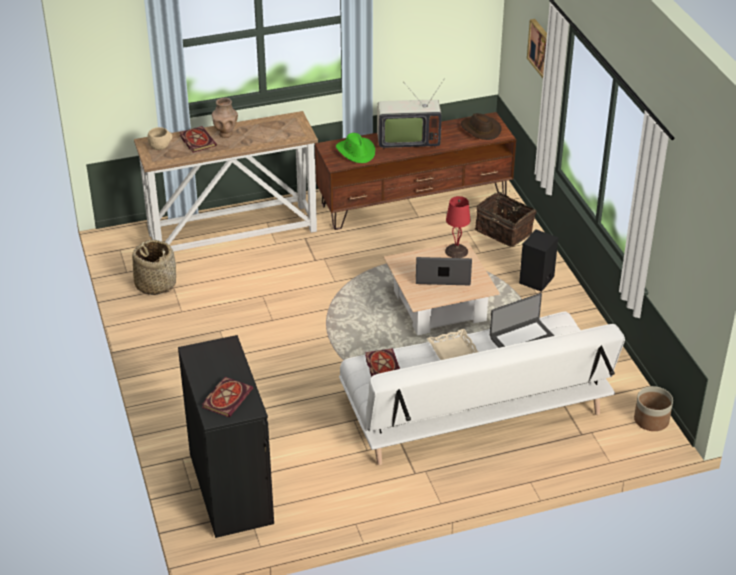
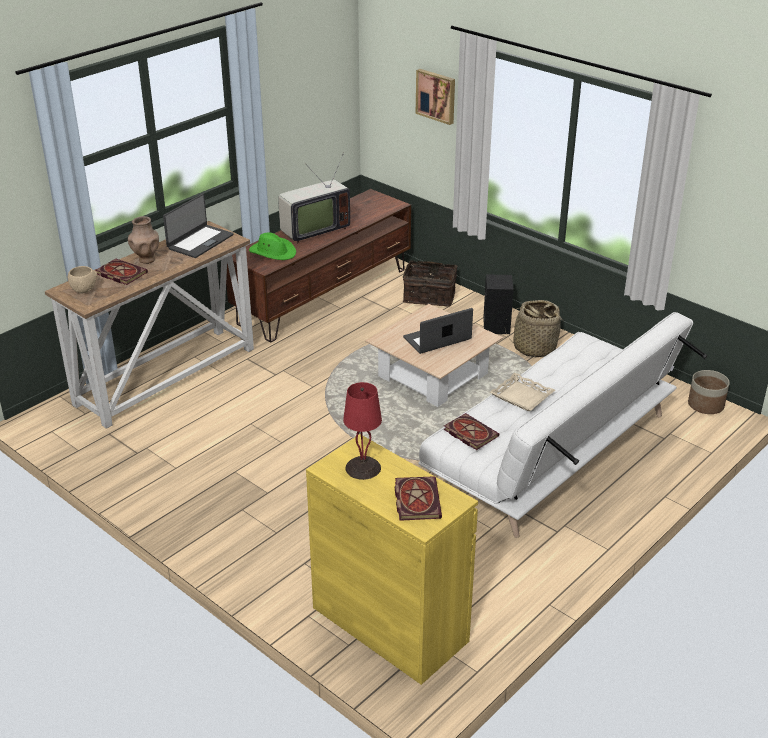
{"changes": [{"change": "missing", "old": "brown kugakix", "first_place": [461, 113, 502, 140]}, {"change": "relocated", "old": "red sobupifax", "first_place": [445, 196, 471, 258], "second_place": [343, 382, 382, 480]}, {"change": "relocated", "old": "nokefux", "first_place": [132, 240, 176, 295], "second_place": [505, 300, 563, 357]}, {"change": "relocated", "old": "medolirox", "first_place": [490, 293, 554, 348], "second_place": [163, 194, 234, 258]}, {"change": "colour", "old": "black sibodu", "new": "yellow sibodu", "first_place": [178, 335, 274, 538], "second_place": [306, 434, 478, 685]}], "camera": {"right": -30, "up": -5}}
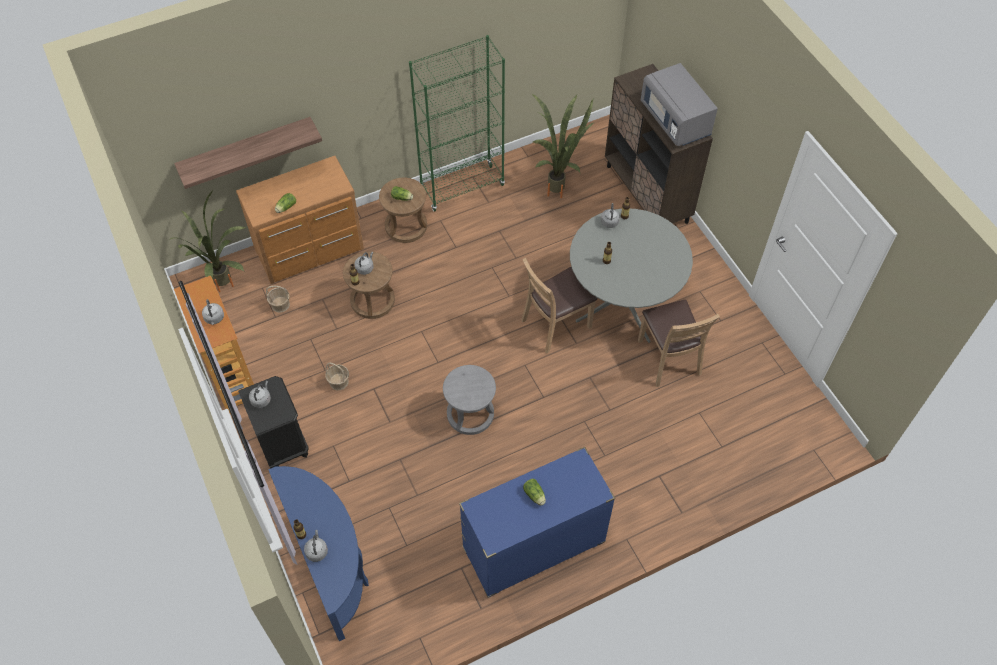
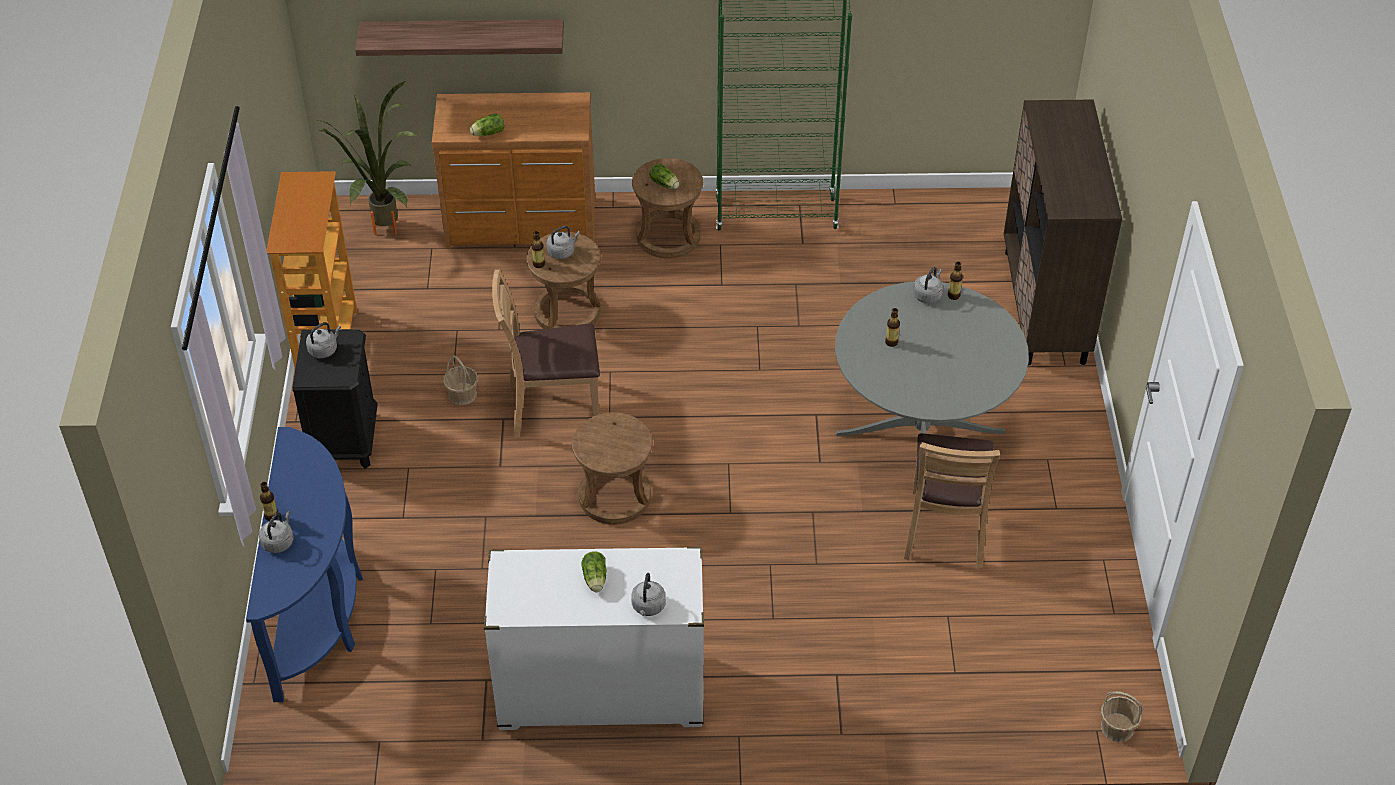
{"changes": [{"change": "missing", "old": "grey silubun", "first_place": [641, 63, 718, 146]}, {"change": "missing", "old": "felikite", "first_place": [532, 94, 595, 198]}, {"change": "relocated", "old": "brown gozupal", "first_place": [521, 258, 597, 354], "second_place": [492, 269, 600, 439]}, {"change": "relocated", "old": "nokefux", "first_place": [266, 286, 290, 313], "second_place": [1100, 691, 1143, 742]}, {"change": "relocated", "old": "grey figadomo", "first_place": [202, 299, 224, 325], "second_place": [631, 573, 666, 616]}, {"change": "colour", "old": "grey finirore", "new": "brown finirore", "first_place": [443, 365, 496, 435], "second_place": [572, 412, 653, 525]}, {"change": "colour", "old": "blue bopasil", "new": "white bopasil", "first_place": [459, 447, 615, 598], "second_place": [484, 547, 704, 730]}], "camera": {"right": 25, "up": -10}}
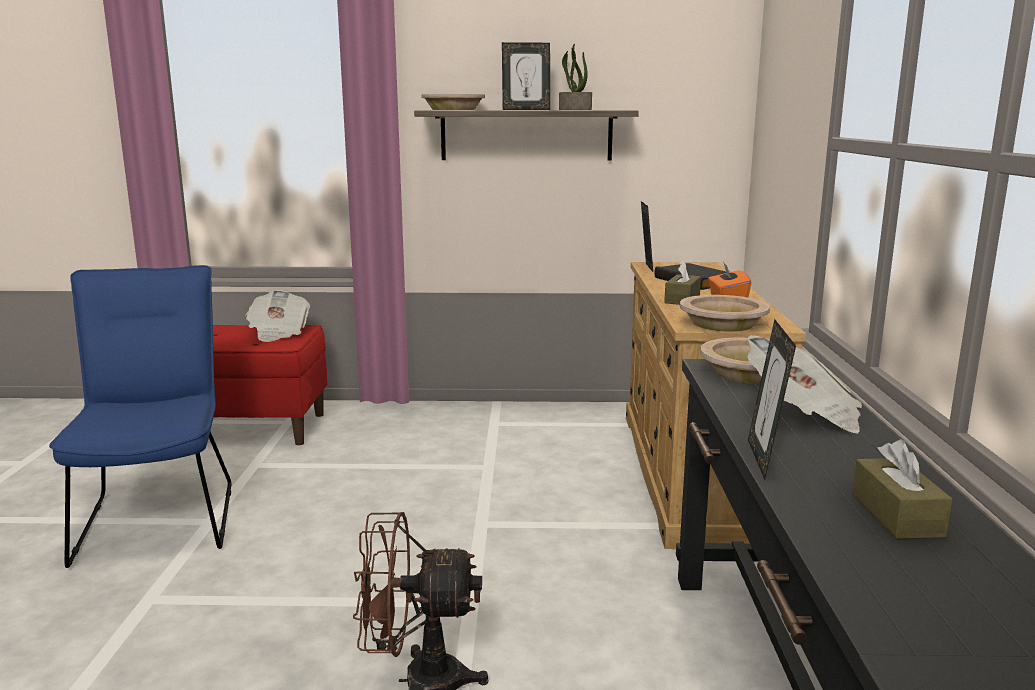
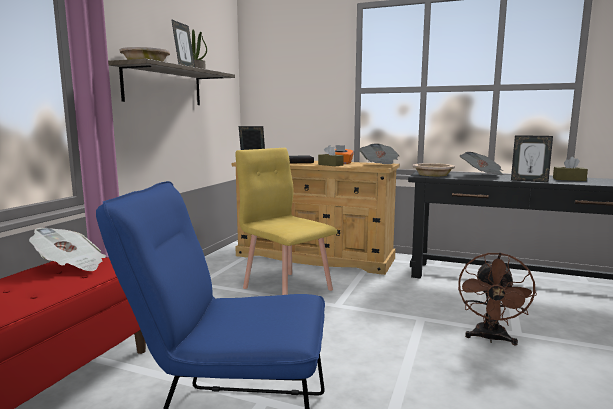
{"changes": [{"change": "exchanged", "old": "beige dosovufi", "new": "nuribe", "first_place": [680, 295, 770, 331], "second_place": [359, 143, 399, 164]}, {"change": "appeared", "new": "yellow gozupal", "second_place": [235, 148, 338, 295]}], "camera": {"right": -70, "up": -5}}
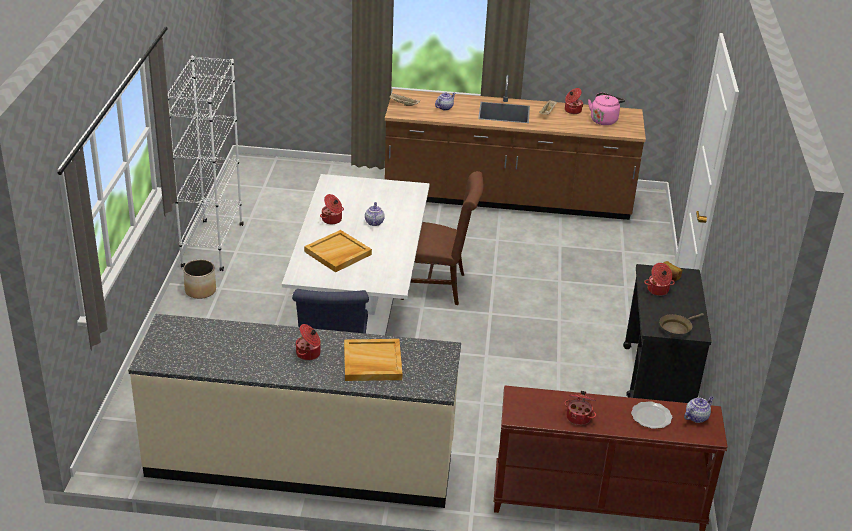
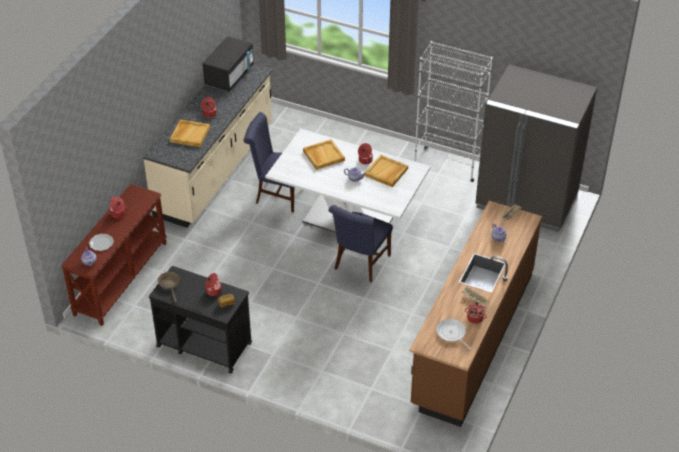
{"changes": [{"change": "exchanged", "old": "pink figadomo", "new": "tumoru", "first_place": [588, 92, 625, 125], "second_place": [436, 319, 472, 351]}, {"change": "colour", "old": "brown gozupal", "new": "blue gozupal", "first_place": [401, 171, 484, 305], "second_place": [328, 205, 393, 282]}, {"change": "missing", "old": "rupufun", "first_place": [183, 260, 216, 299]}, {"change": "appeared", "new": "black silubun", "second_place": [203, 36, 254, 92]}, {"change": "appeared", "new": "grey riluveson", "second_place": [475, 64, 597, 232]}, {"change": "appeared", "new": "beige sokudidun", "second_place": [365, 155, 408, 187]}], "camera": {"right": 110, "up": 10}}
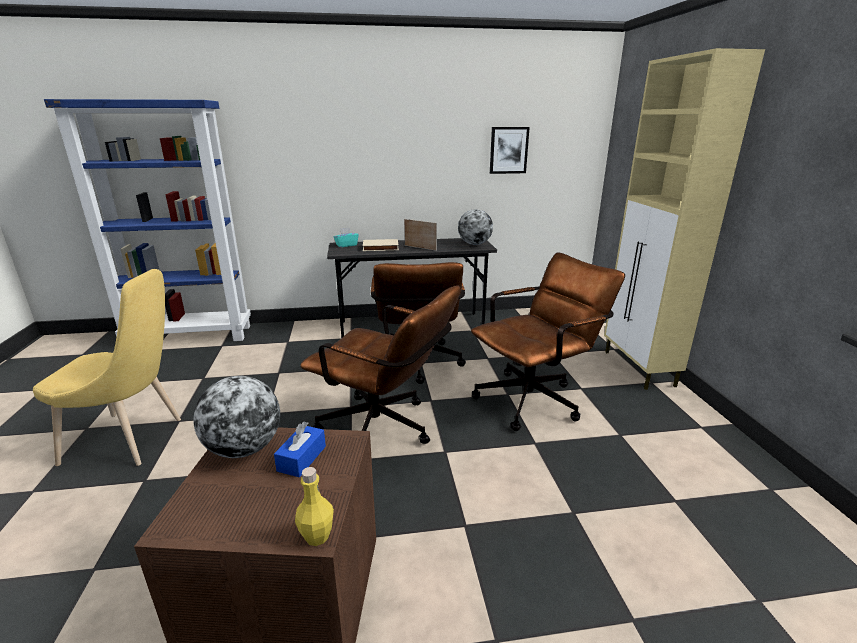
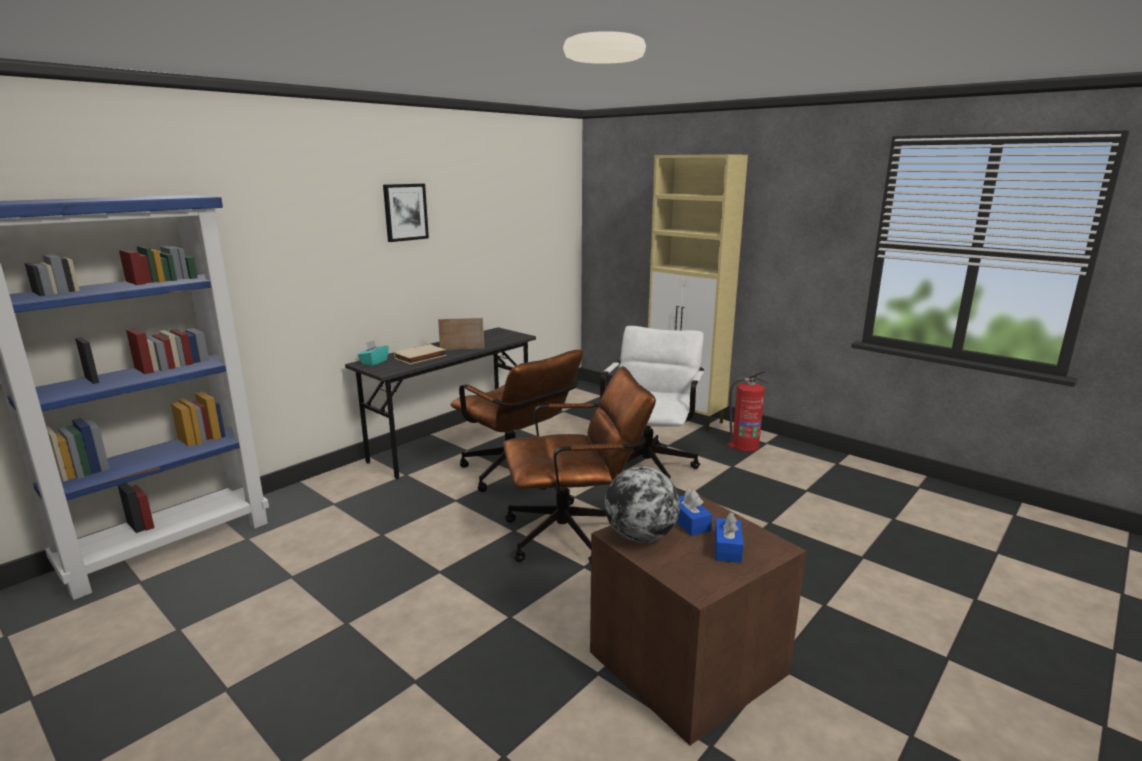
{"changes": [{"change": "relocated", "old": "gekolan", "first_place": [490, 127, 530, 174], "second_place": [383, 184, 429, 242]}, {"change": "missing", "old": "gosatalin", "first_place": [458, 209, 493, 245]}, {"change": "colour", "old": "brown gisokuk", "new": "white gisokuk", "first_place": [471, 252, 625, 431], "second_place": [600, 326, 704, 479]}, {"change": "missing", "old": "yellow gozupal", "first_place": [33, 269, 181, 466]}, {"change": "missing", "old": "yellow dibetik", "first_place": [295, 467, 334, 546]}, {"change": "appeared", "new": "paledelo", "second_place": [727, 371, 767, 452]}, {"change": "appeared", "new": "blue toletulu", "second_place": [715, 512, 743, 563]}], "camera": {"right": -40, "up": -5}}
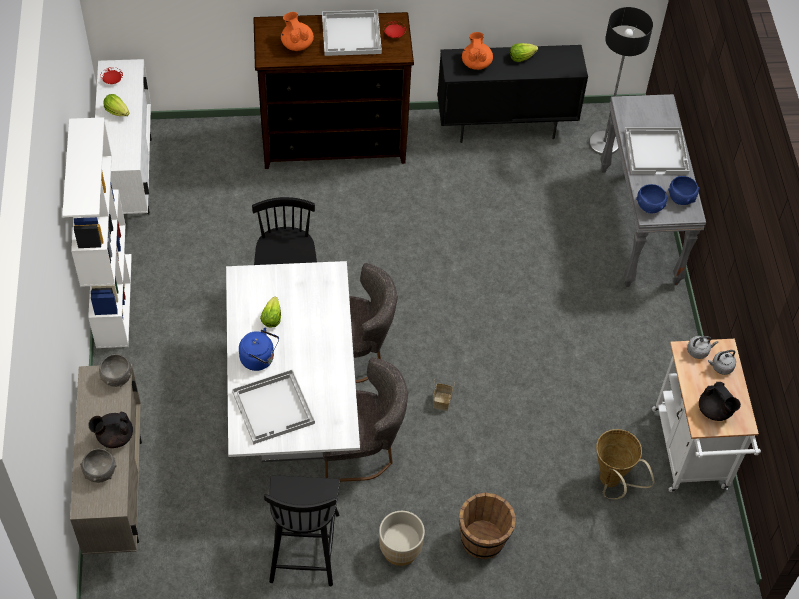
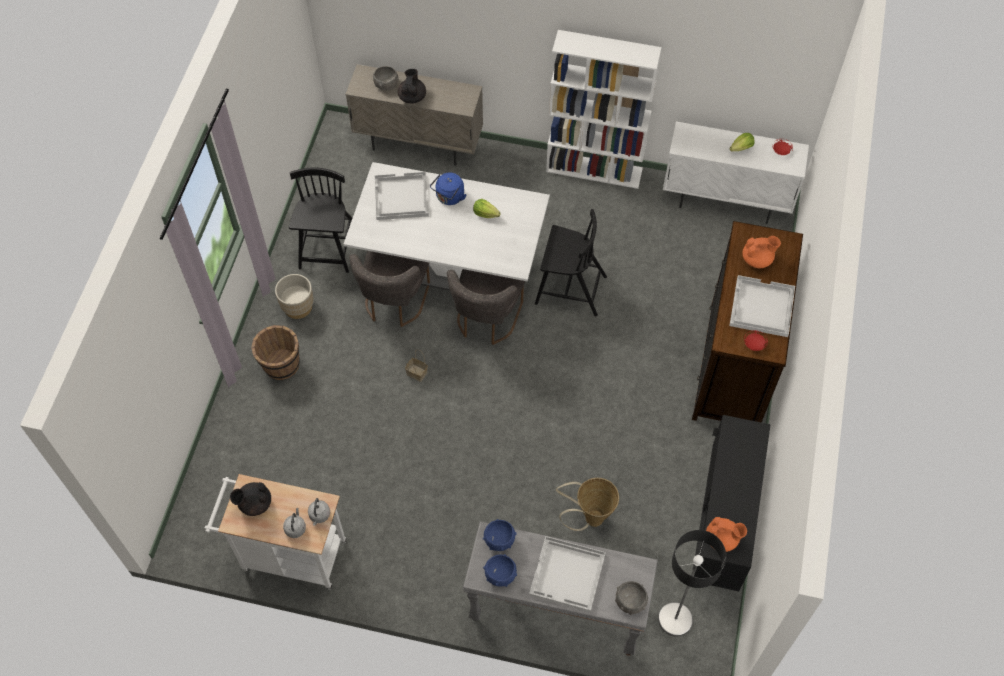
{"changes": [{"change": "relocated", "old": "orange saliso", "first_place": [462, 32, 493, 70], "second_place": [706, 517, 747, 552]}, {"change": "missing", "old": "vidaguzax", "first_place": [510, 43, 538, 62]}, {"change": "relocated", "old": "grey dosovufi", "first_place": [99, 354, 133, 387], "second_place": [615, 581, 648, 615]}, {"change": "relocated", "old": "nokefux", "first_place": [596, 429, 654, 499], "second_place": [556, 478, 619, 531]}, {"change": "spun", "old": "black gozupal", "first_place": [264, 475, 340, 587], "second_place": [289, 168, 352, 273], "degrees": 75}], "camera": {"right": 110, "up": 5}}
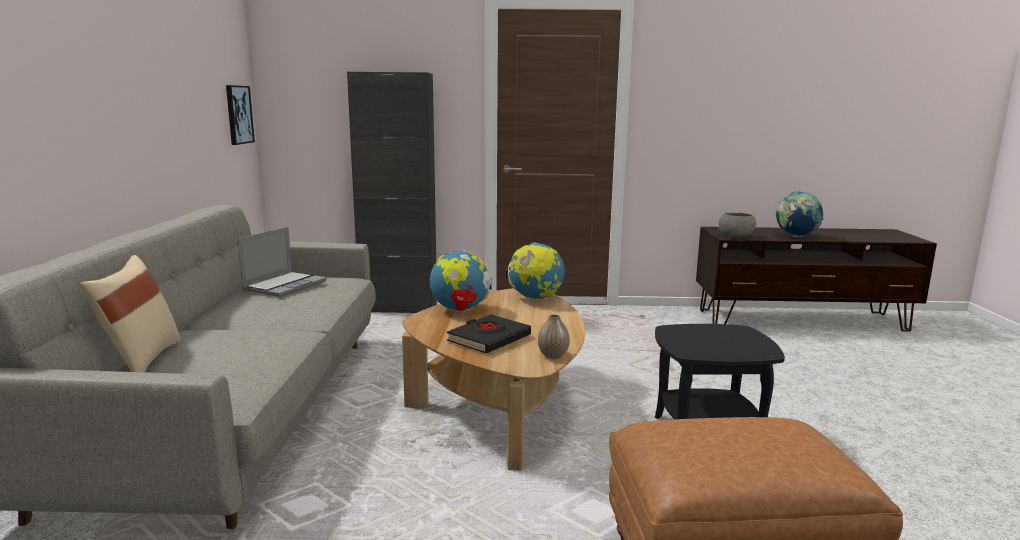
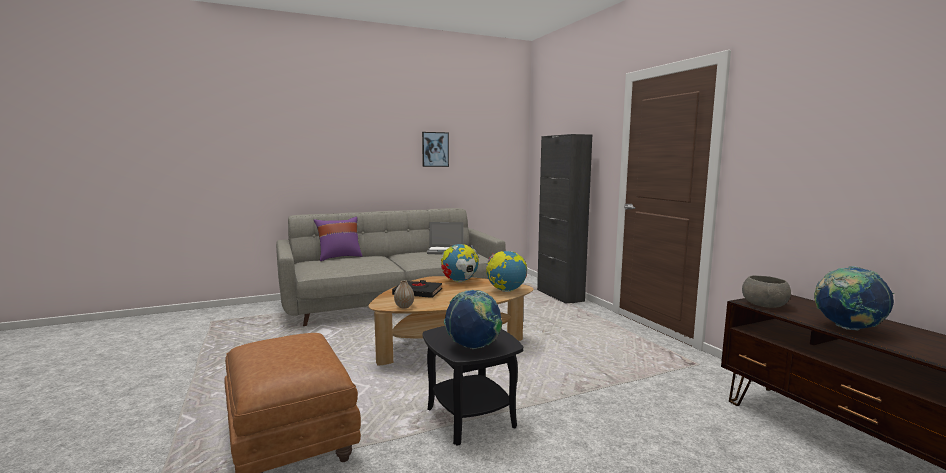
{"changes": [{"change": "relocated", "old": "gekolan", "first_place": [226, 85, 255, 145], "second_place": [422, 132, 449, 167]}, {"change": "colour", "old": "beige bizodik", "new": "purple bizodik", "first_place": [81, 255, 180, 372], "second_place": [314, 217, 362, 261]}, {"change": "appeared", "new": "gosatalin", "second_place": [444, 290, 502, 349]}], "camera": {"right": 65, "up": -5}}
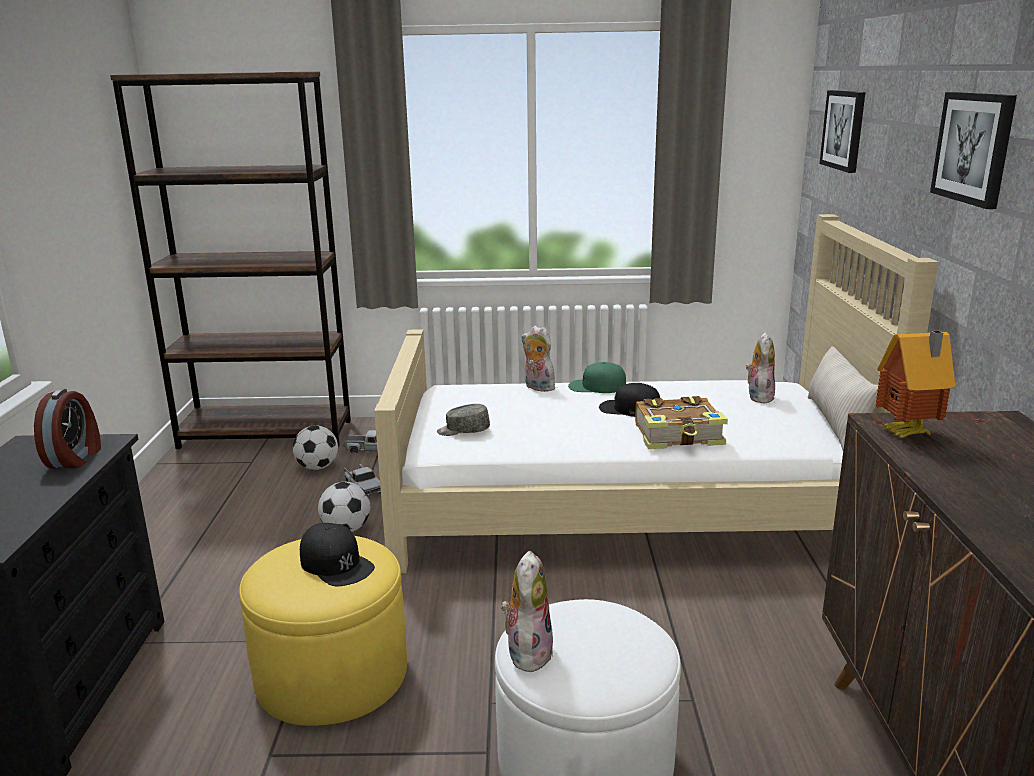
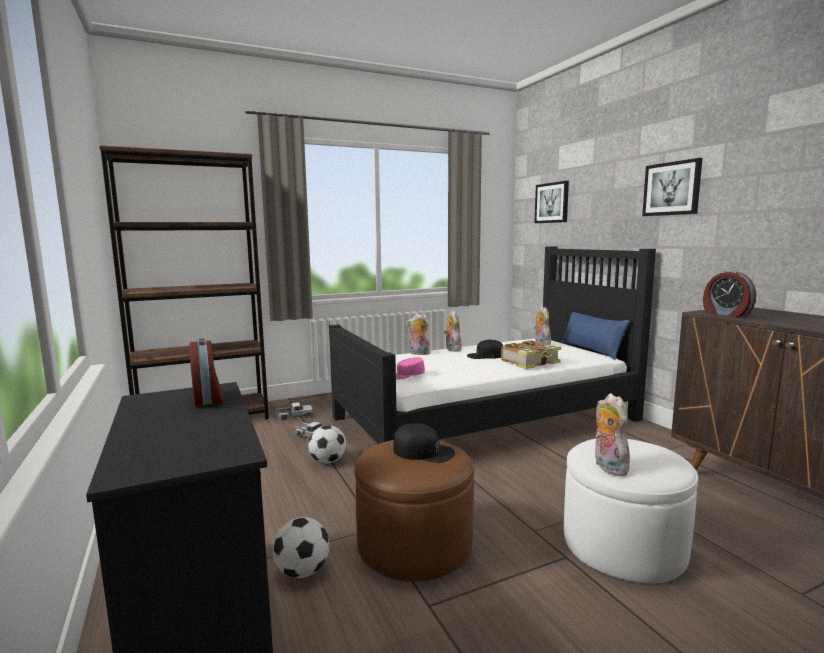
{"changes": [{"change": "colour", "old": "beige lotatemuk", "new": "black lotatemuk", "first_place": [374, 214, 938, 573], "second_place": [329, 246, 656, 444]}, {"change": "exchanged", "old": "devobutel", "new": "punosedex", "first_place": [875, 331, 955, 438], "second_place": [703, 270, 756, 317]}, {"change": "colour", "old": "beige bizodik", "new": "blue bizodik", "first_place": [808, 346, 878, 450], "second_place": [561, 312, 629, 360]}, {"change": "exchanged", "old": "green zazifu", "new": "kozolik", "first_place": [568, 362, 626, 393], "second_place": [444, 310, 462, 352]}, {"change": "colour", "old": "grey zazifu", "new": "pink zazifu", "first_place": [437, 404, 490, 436], "second_place": [396, 357, 425, 379]}, {"change": "relocated", "old": "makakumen", "first_place": [293, 425, 338, 470], "second_place": [272, 517, 330, 578]}, {"change": "colour", "old": "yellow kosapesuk", "new": "brown kosapesuk", "first_place": [239, 536, 407, 726], "second_place": [355, 440, 474, 582]}], "camera": {"right": -25, "up": -10}}
